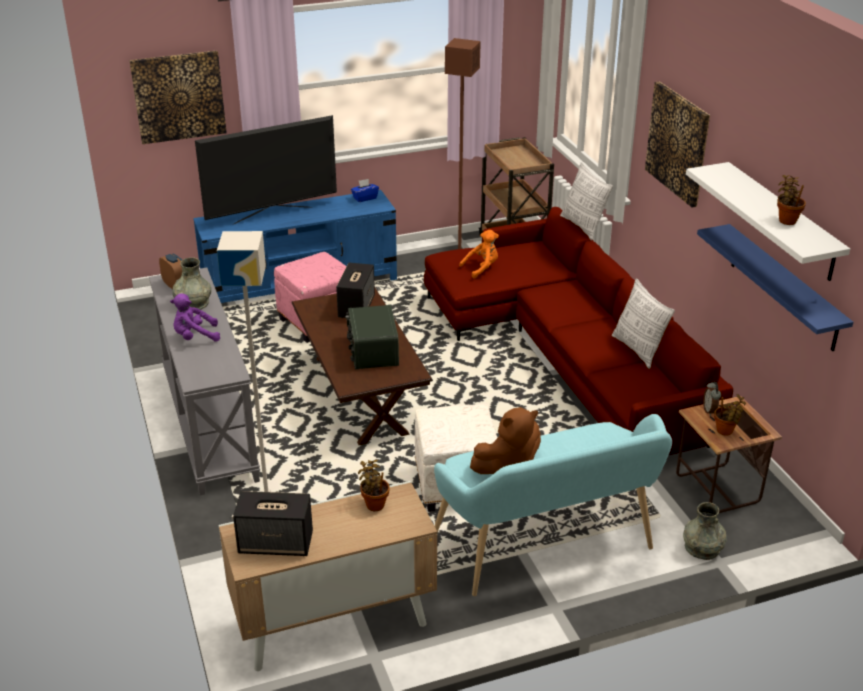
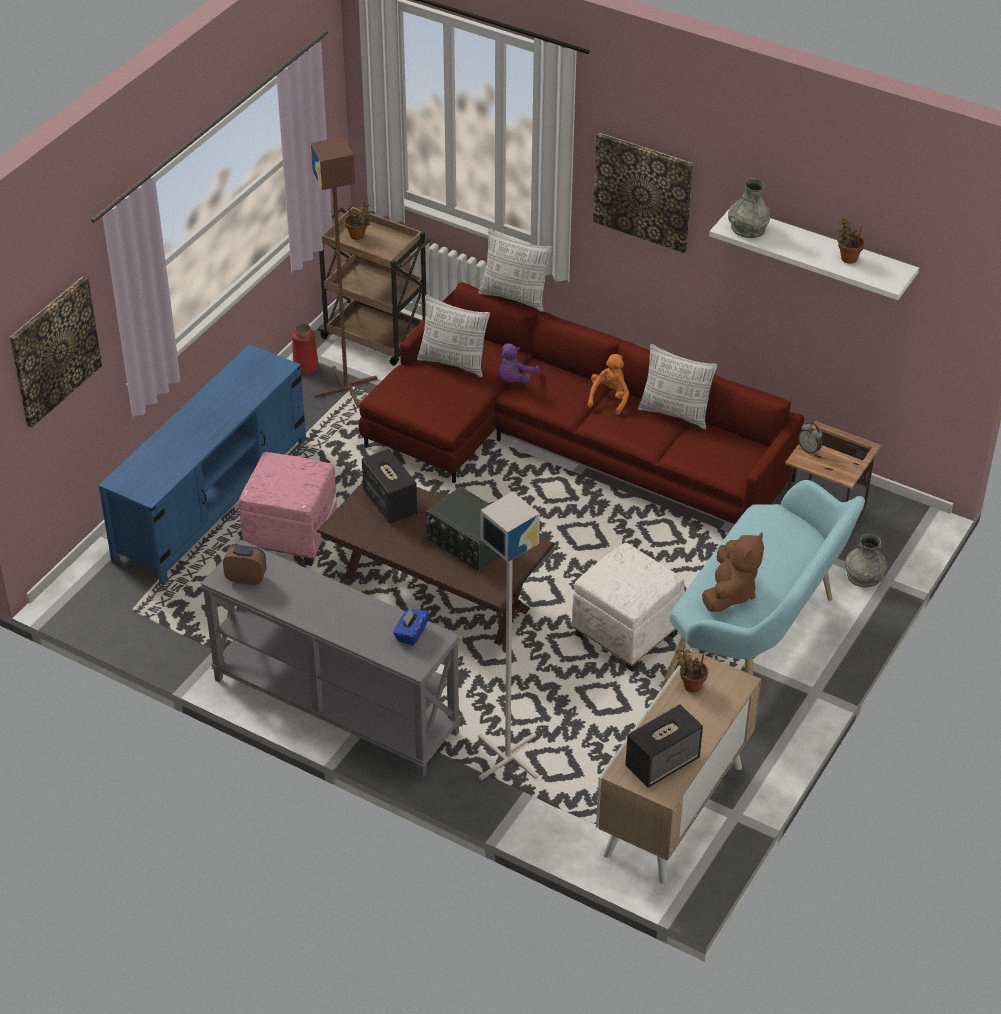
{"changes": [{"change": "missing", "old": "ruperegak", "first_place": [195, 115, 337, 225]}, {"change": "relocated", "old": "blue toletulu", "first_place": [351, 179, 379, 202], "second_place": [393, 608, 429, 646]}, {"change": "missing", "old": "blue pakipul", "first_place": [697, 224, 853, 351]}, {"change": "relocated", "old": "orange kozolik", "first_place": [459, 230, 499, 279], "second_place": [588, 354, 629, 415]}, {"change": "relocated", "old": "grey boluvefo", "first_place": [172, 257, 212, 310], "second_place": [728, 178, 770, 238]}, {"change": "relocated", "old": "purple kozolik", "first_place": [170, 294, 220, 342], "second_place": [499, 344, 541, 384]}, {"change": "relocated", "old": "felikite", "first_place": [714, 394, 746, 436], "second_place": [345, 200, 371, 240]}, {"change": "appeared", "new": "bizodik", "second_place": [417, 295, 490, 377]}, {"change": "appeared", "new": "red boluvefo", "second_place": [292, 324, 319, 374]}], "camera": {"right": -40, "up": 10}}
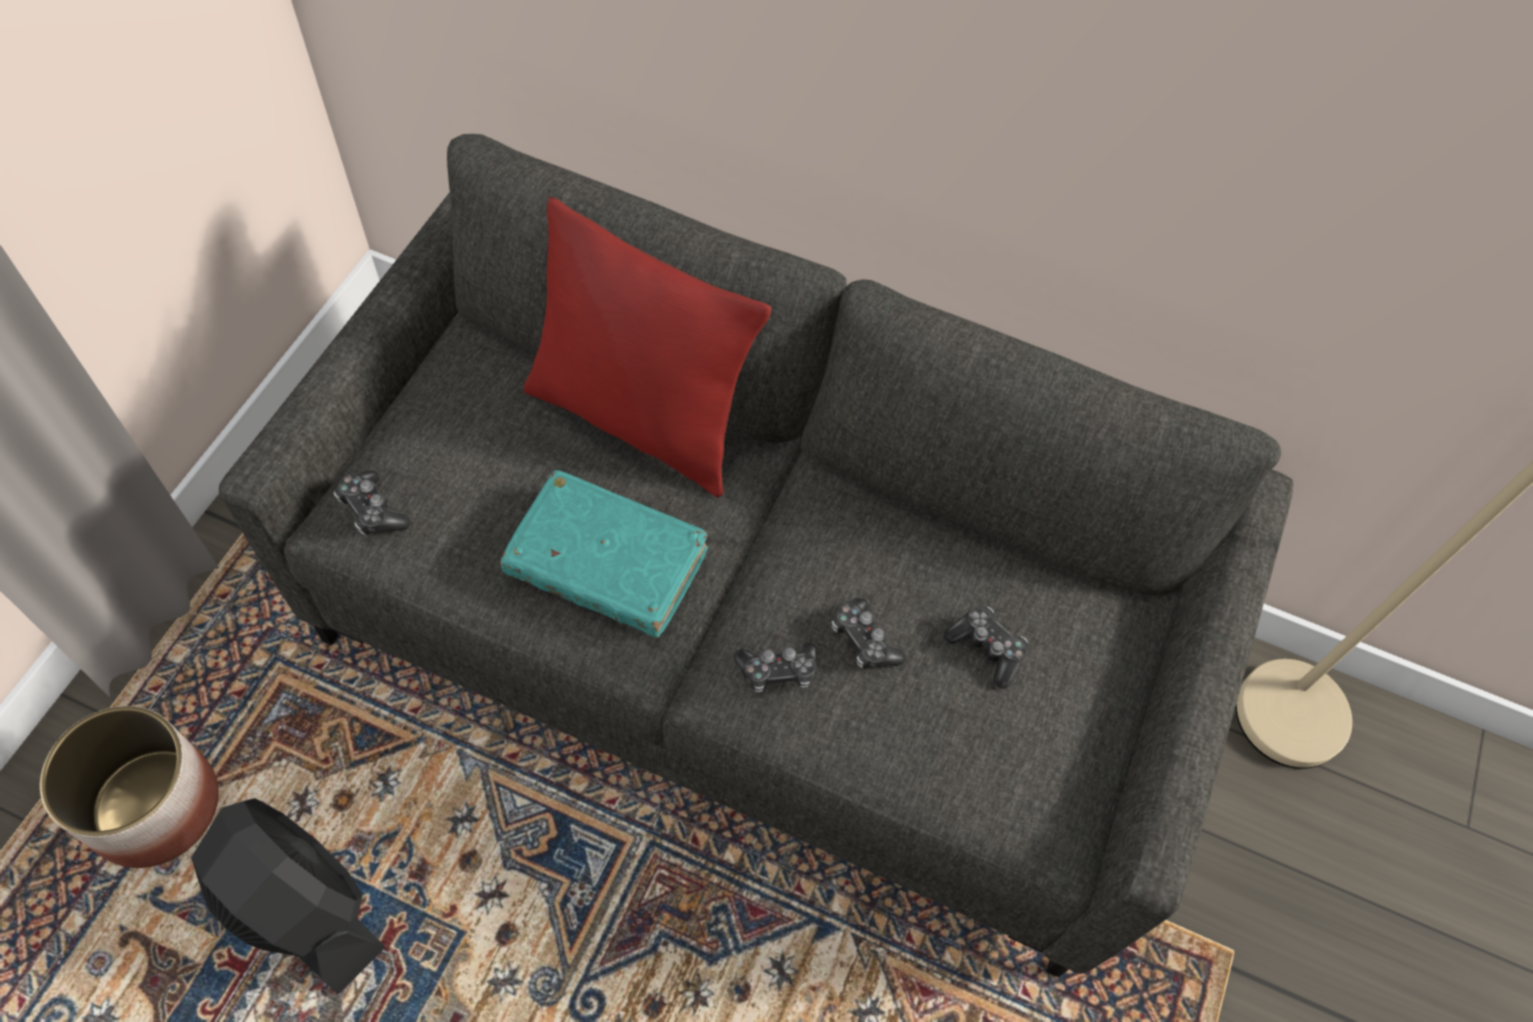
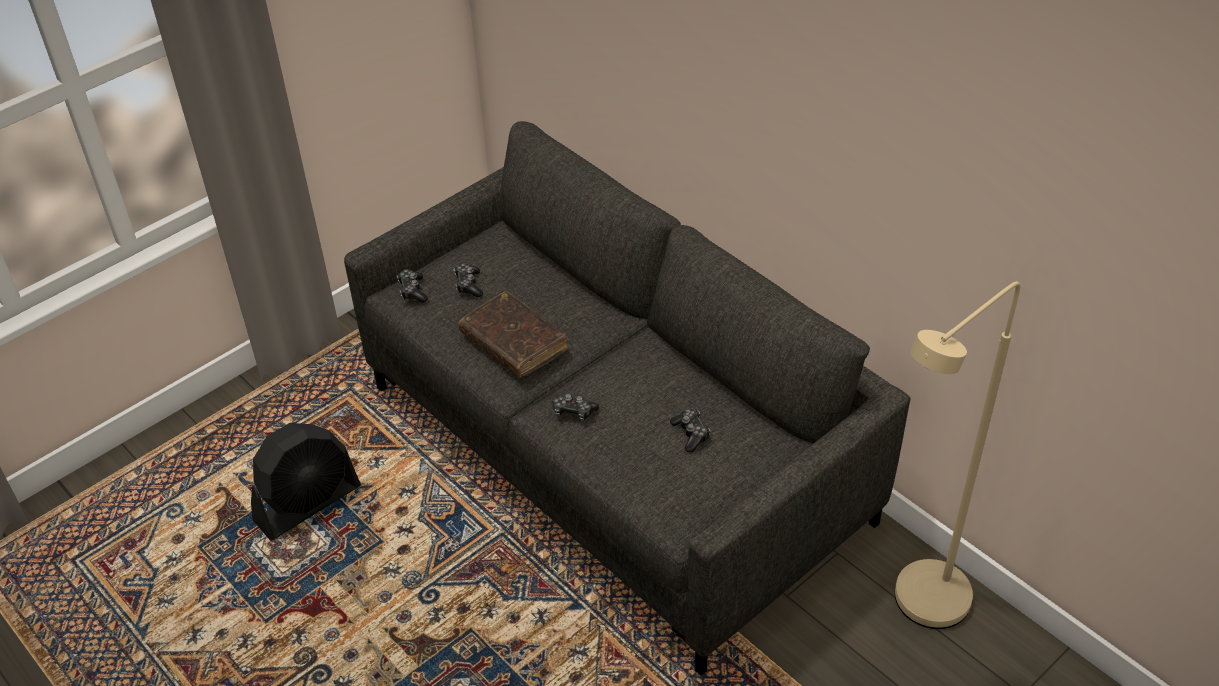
{"changes": [{"change": "missing", "old": "red bizodik", "first_place": [523, 197, 771, 498]}, {"change": "colour", "old": "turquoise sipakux", "new": "brown sipakux", "first_place": [500, 470, 708, 638], "second_place": [458, 291, 568, 378]}, {"change": "relocated", "old": "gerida", "first_place": [831, 598, 906, 669], "second_place": [454, 263, 483, 297]}, {"change": "missing", "old": "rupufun", "first_place": [40, 706, 219, 868]}, {"change": "spun", "old": "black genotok", "first_place": [191, 798, 385, 994], "second_place": [251, 423, 361, 541], "degrees": 75}], "camera": {"right": 30, "up": -15}}
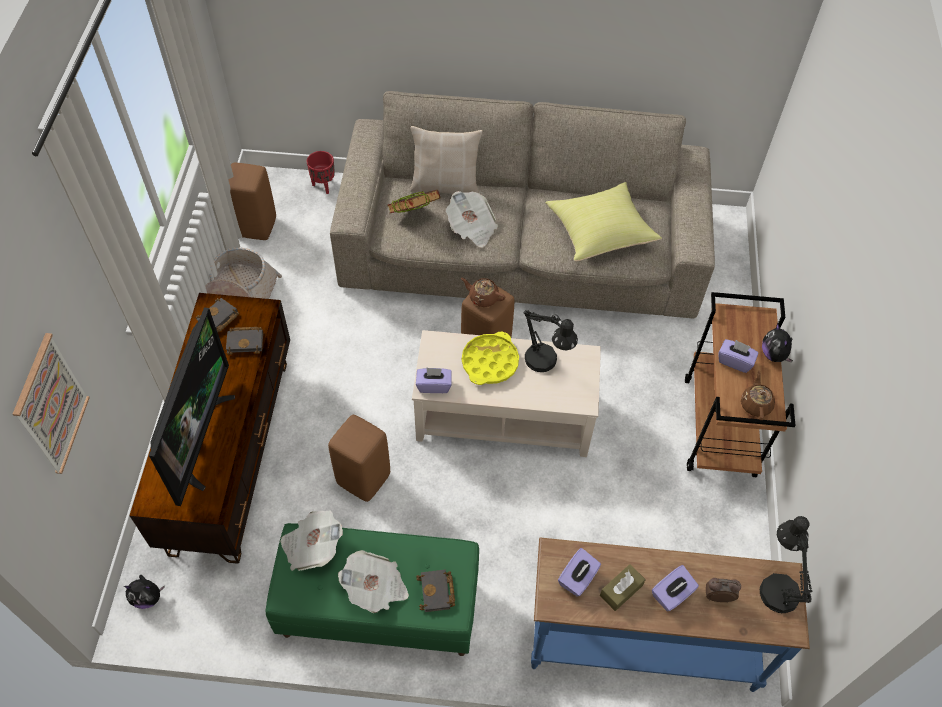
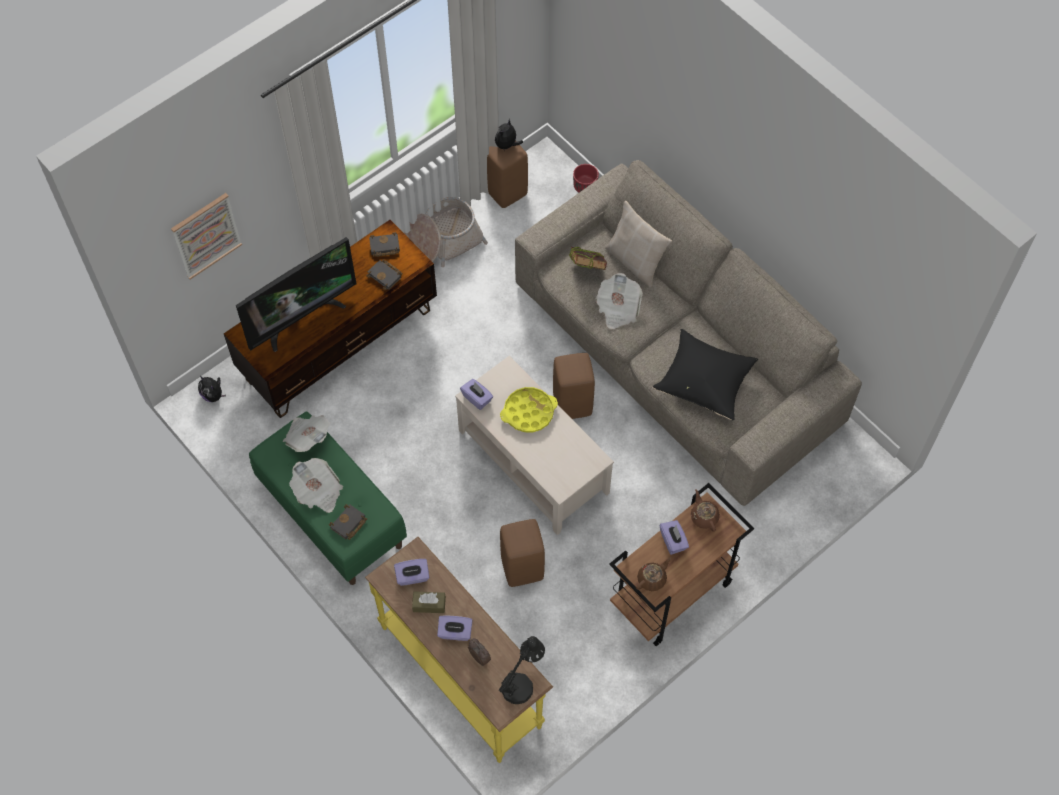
{"changes": [{"change": "colour", "old": "yellow bizodik", "new": "black bizodik", "first_place": [546, 182, 662, 261], "second_place": [653, 329, 758, 421]}, {"change": "relocated", "old": "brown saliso", "first_place": [461, 278, 505, 307], "second_place": [691, 489, 720, 532]}, {"change": "missing", "old": "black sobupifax", "first_place": [524, 310, 578, 372]}, {"change": "relocated", "old": "kozolik", "first_place": [762, 323, 793, 362], "second_place": [495, 119, 523, 151]}, {"change": "relocated", "old": "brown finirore", "first_place": [328, 415, 390, 502], "second_place": [500, 519, 545, 587]}, {"change": "colour", "old": "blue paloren", "new": "yellow paloren", "first_place": [531, 537, 810, 692], "second_place": [365, 537, 553, 763]}], "camera": {"right": 45, "up": 5}}
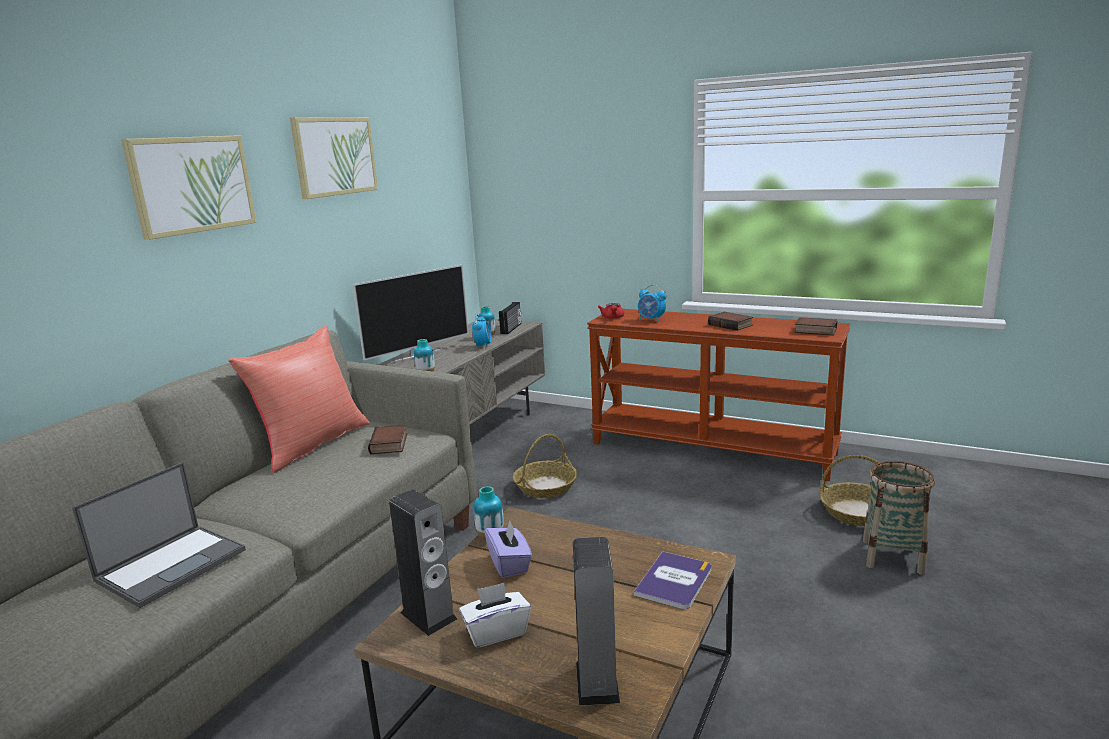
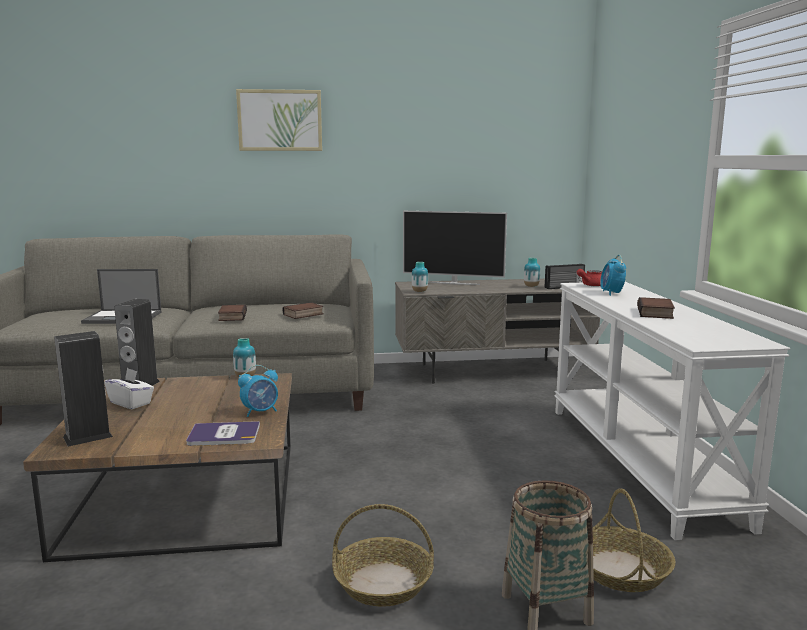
{"changes": [{"change": "missing", "old": "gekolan", "first_place": [290, 117, 378, 199]}, {"change": "colour", "old": "brown paloren", "new": "white paloren", "first_place": [587, 309, 850, 481], "second_place": [554, 282, 790, 540]}, {"change": "relocated", "old": "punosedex", "first_place": [472, 314, 492, 349], "second_place": [238, 365, 278, 417]}, {"change": "relocated", "old": "sipakux", "first_place": [794, 317, 837, 336], "second_place": [218, 305, 247, 321]}, {"change": "missing", "old": "red bizodik", "first_place": [228, 325, 370, 473]}, {"change": "relocated", "old": "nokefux", "first_place": [513, 434, 577, 498], "second_place": [332, 504, 434, 607]}, {"change": "missing", "old": "purple toletulu", "first_place": [484, 521, 532, 578]}], "camera": {"right": 55, "up": -5}}
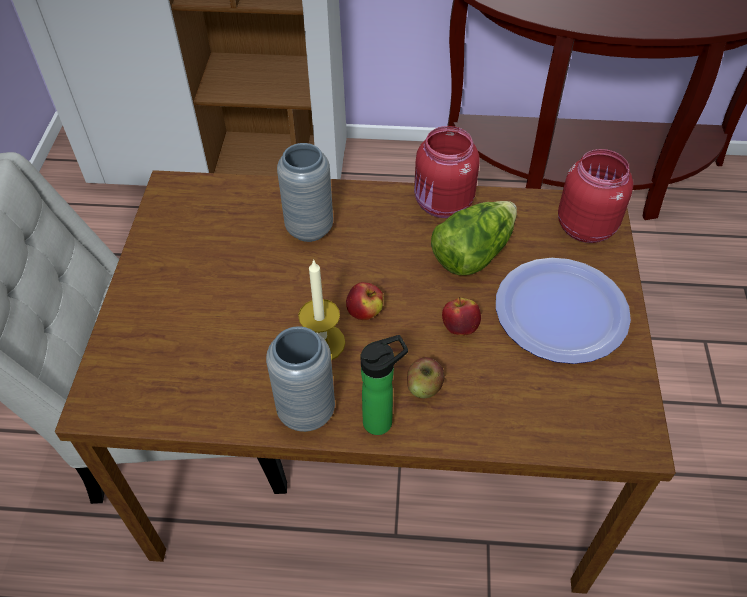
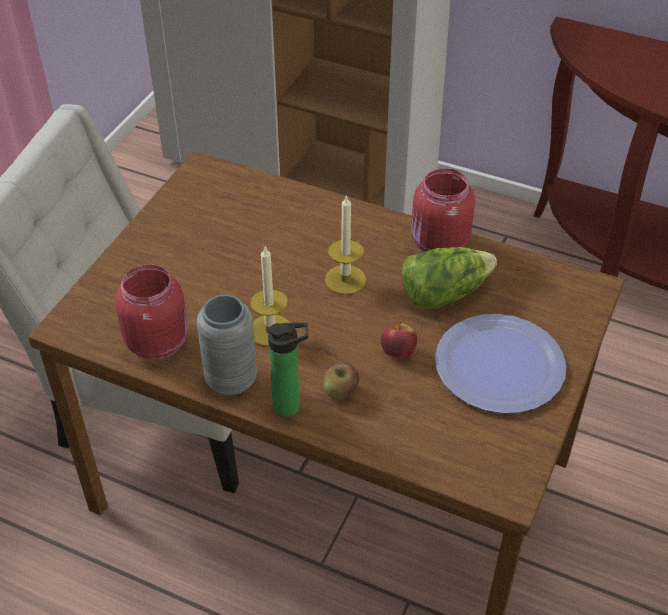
{"changes": [{"change": "missing", "old": "grey boluvefo", "first_place": [277, 143, 333, 242]}, {"change": "relocated", "old": "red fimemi", "first_place": [558, 149, 633, 243], "second_place": [115, 264, 188, 360]}, {"change": "missing", "old": "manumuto", "first_place": [346, 282, 384, 320]}, {"change": "appeared", "new": "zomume", "second_place": [325, 194, 366, 295]}], "camera": {"right": 20, "up": -5}}
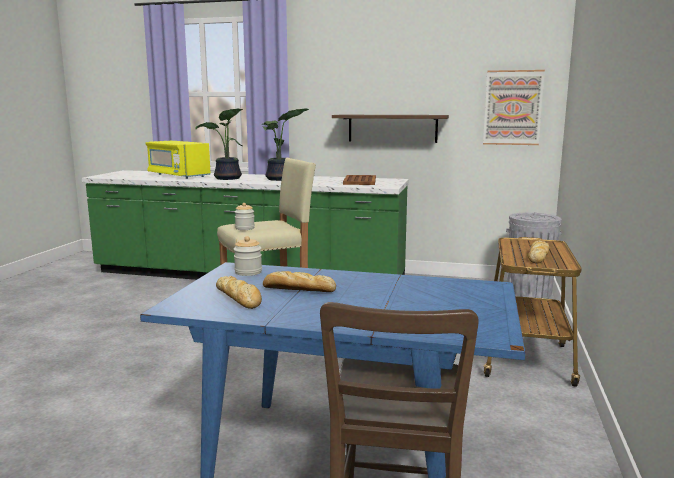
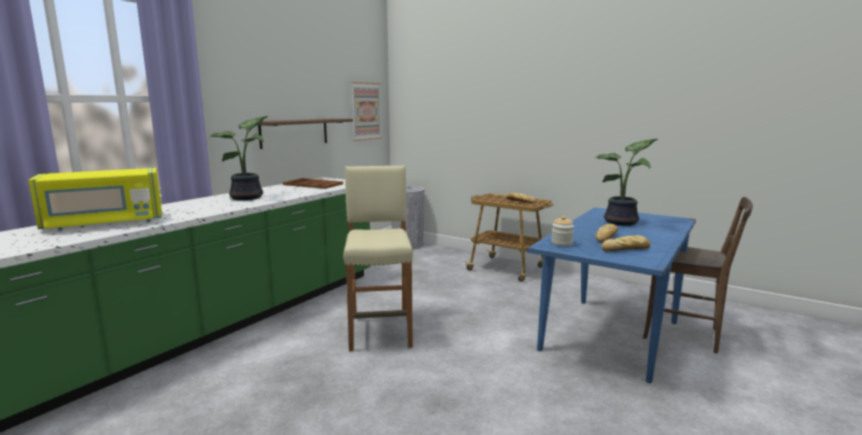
{"changes": [{"change": "relocated", "old": "felikite", "first_place": [195, 108, 243, 180], "second_place": [595, 139, 658, 226]}, {"change": "missing", "old": "fimemi", "first_place": [235, 203, 255, 230]}], "camera": {"right": -70, "up": 0}}
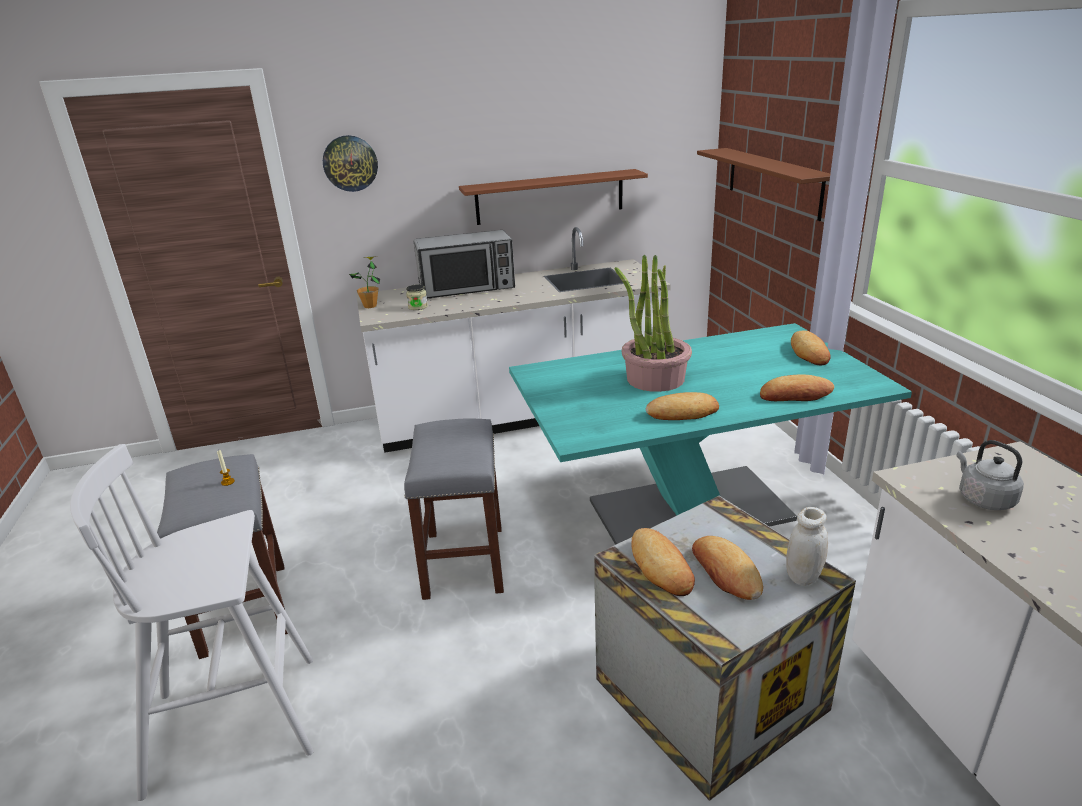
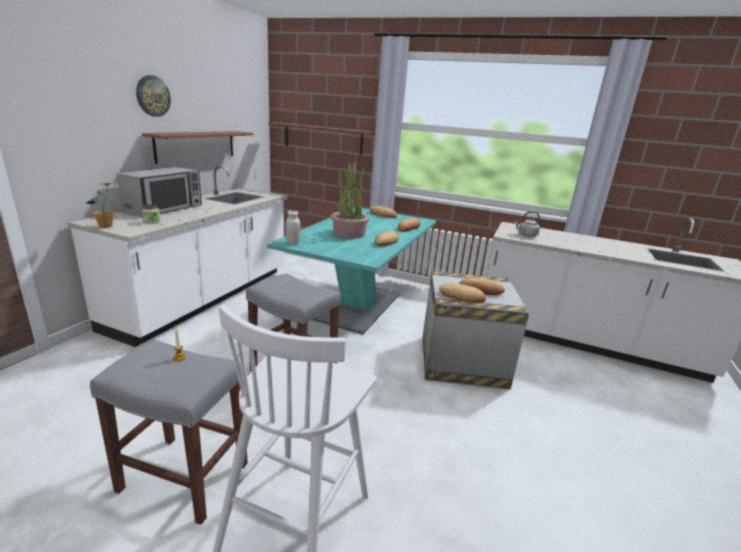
{"changes": [{"change": "relocated", "old": "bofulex", "first_place": [323, 135, 378, 192], "second_place": [136, 75, 171, 117]}, {"change": "relocated", "old": "white fimemi", "first_place": [786, 507, 828, 586], "second_place": [285, 210, 301, 245]}], "camera": {"right": -55, "up": -5}}
